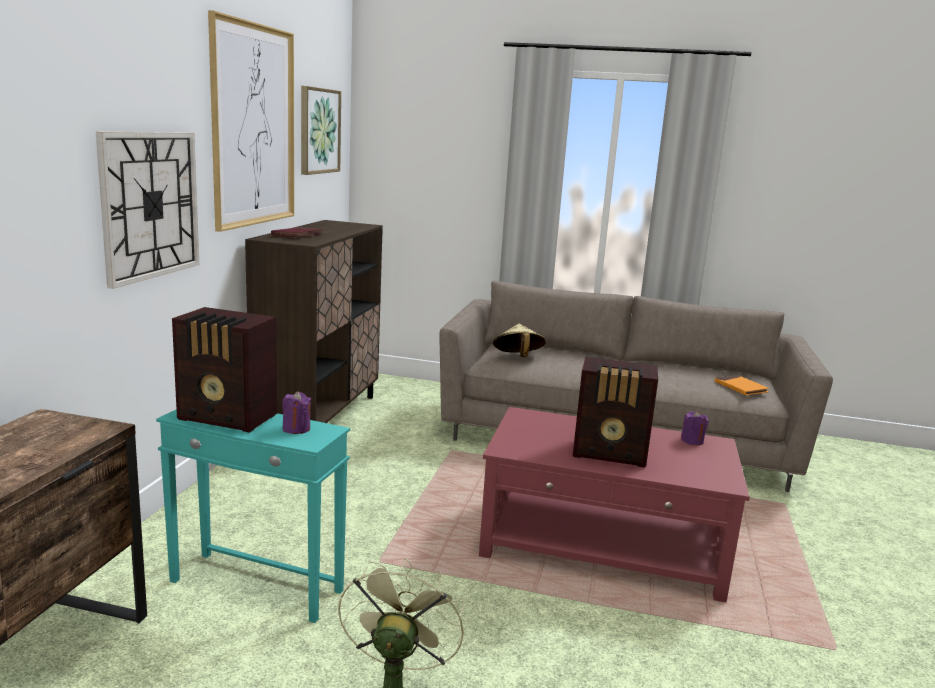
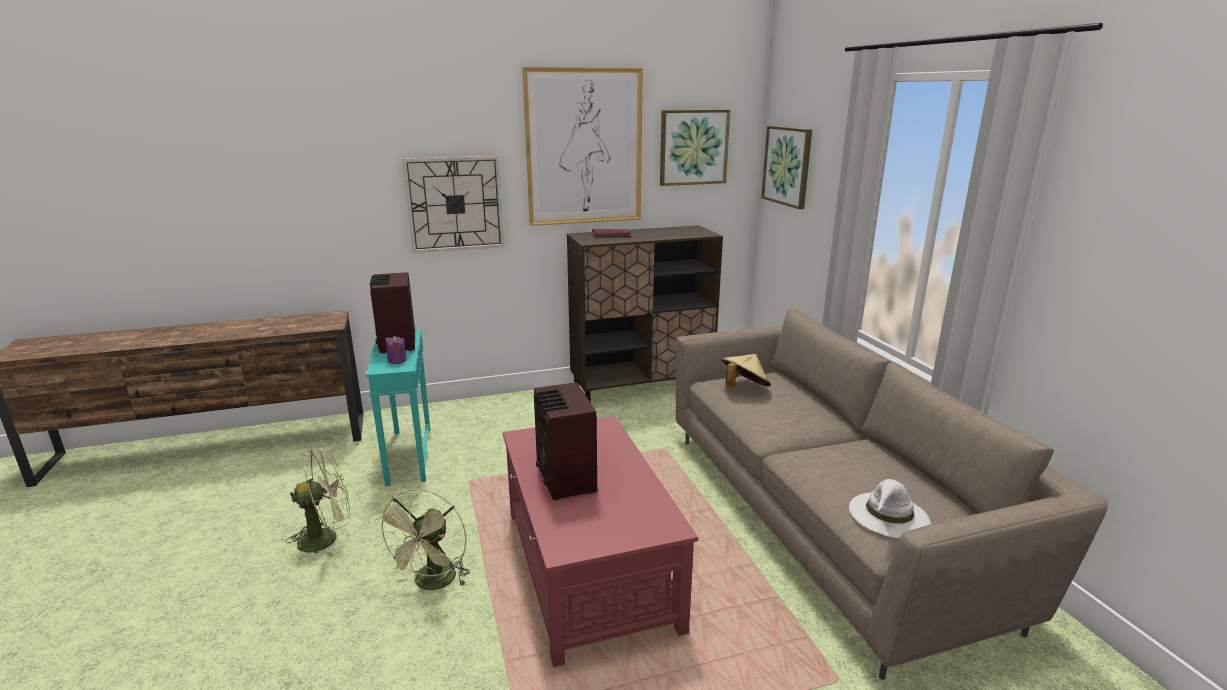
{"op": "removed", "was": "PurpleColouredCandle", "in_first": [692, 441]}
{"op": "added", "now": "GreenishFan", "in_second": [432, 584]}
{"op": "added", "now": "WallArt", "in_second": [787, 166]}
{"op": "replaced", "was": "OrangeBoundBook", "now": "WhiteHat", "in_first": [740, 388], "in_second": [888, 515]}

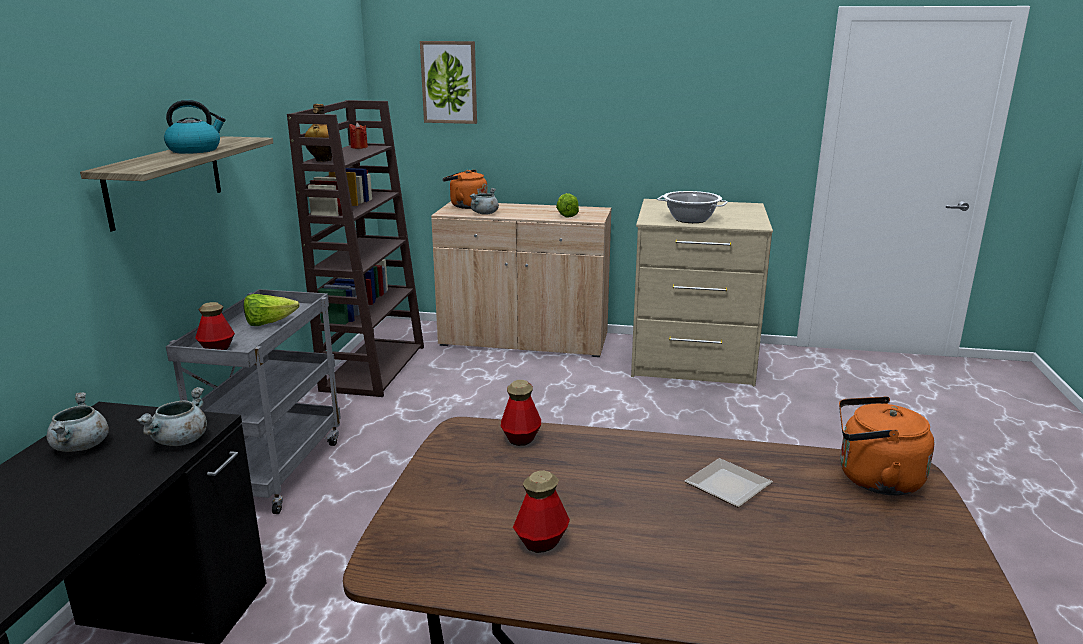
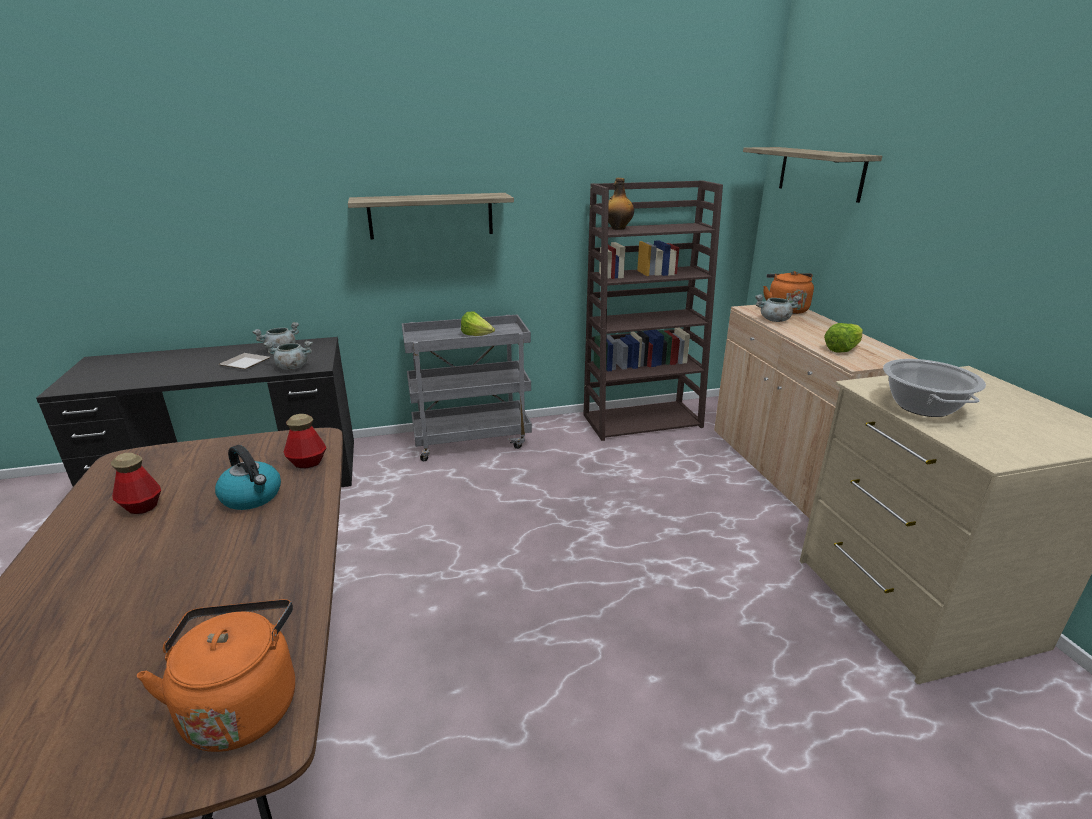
{"op": "removed", "was": "BeverageBottle", "in_first": [217, 348]}
{"op": "removed", "was": "RedColouredCandle", "in_first": [359, 147]}
{"op": "moved", "was": "WaterKettle", "in_first": [195, 150], "in_second": [252, 497]}
{"op": "moved", "was": "FlatDish", "in_first": [731, 486], "in_second": [245, 364]}
{"op": "replaced", "was": "WallArt", "now": "Shelf", "in_first": [449, 82], "in_second": [820, 173]}

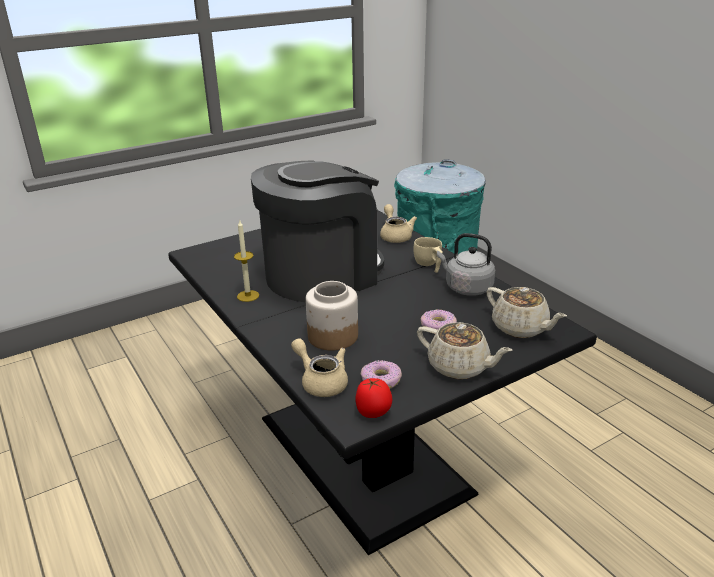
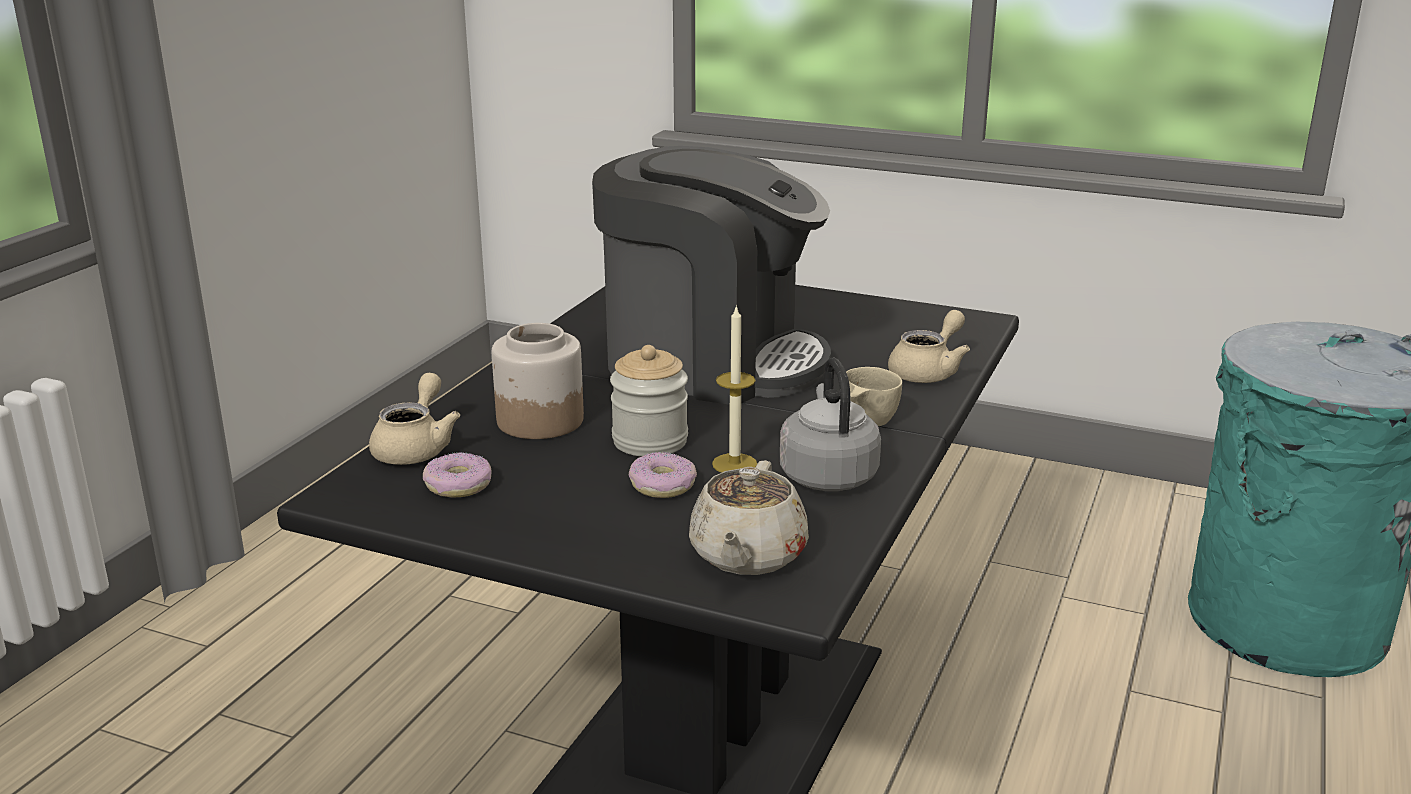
{"op": "removed", "was": "Tomato", "in_first": [373, 413]}
{"op": "removed", "was": "BeigeColouredPotForTea", "in_first": [459, 367]}
{"op": "added", "now": "Jar", "in_second": [650, 441]}
{"op": "moved", "was": "Candle", "in_first": [248, 296], "in_second": [734, 464]}

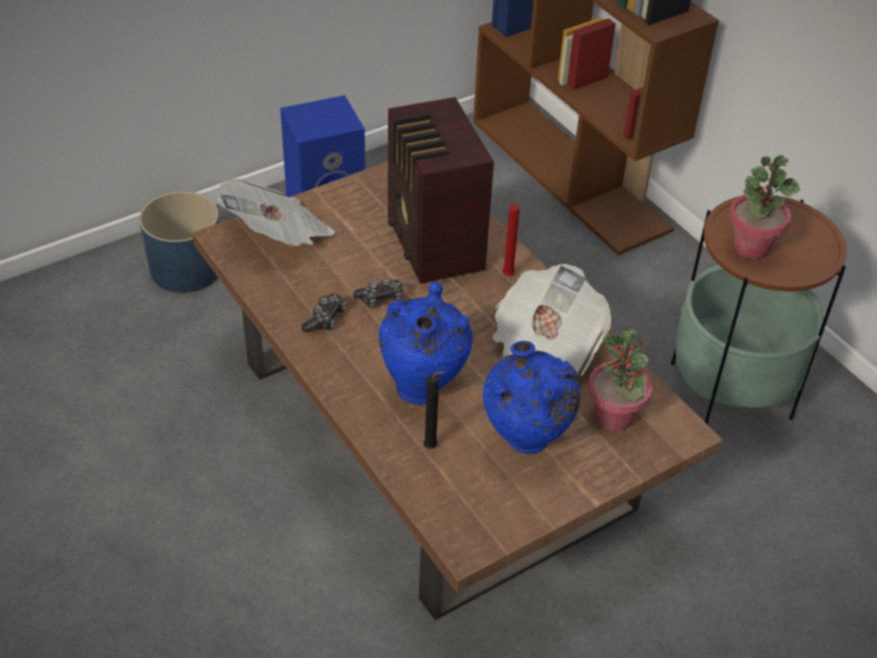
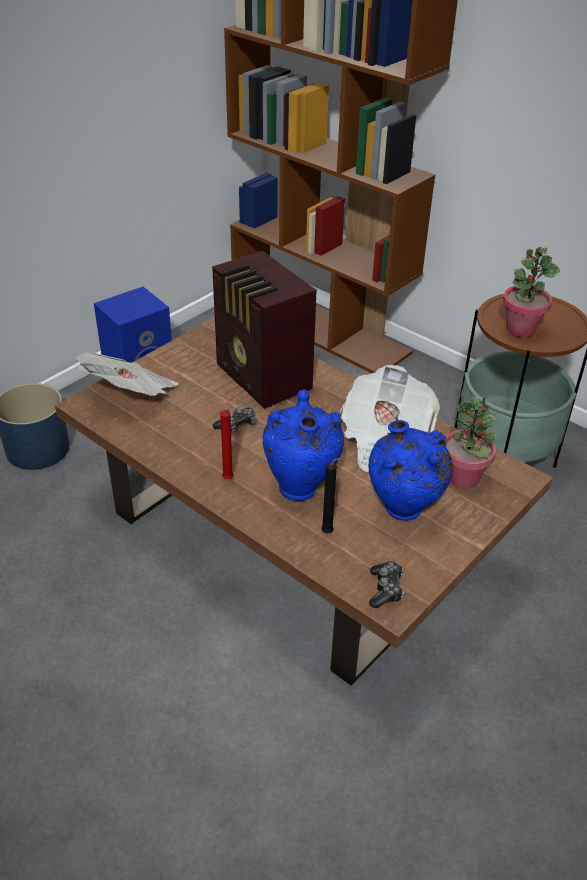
{"op": "moved", "was": "GameController", "in_first": [325, 319], "in_second": [385, 589]}
{"op": "moved", "was": "RedColouredCandle", "in_first": [508, 277], "in_second": [228, 480]}

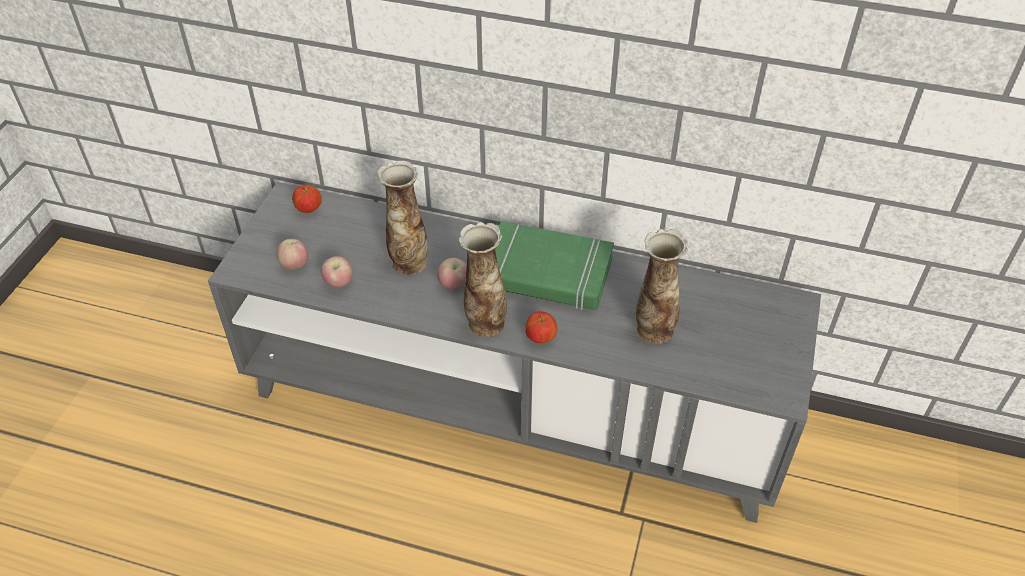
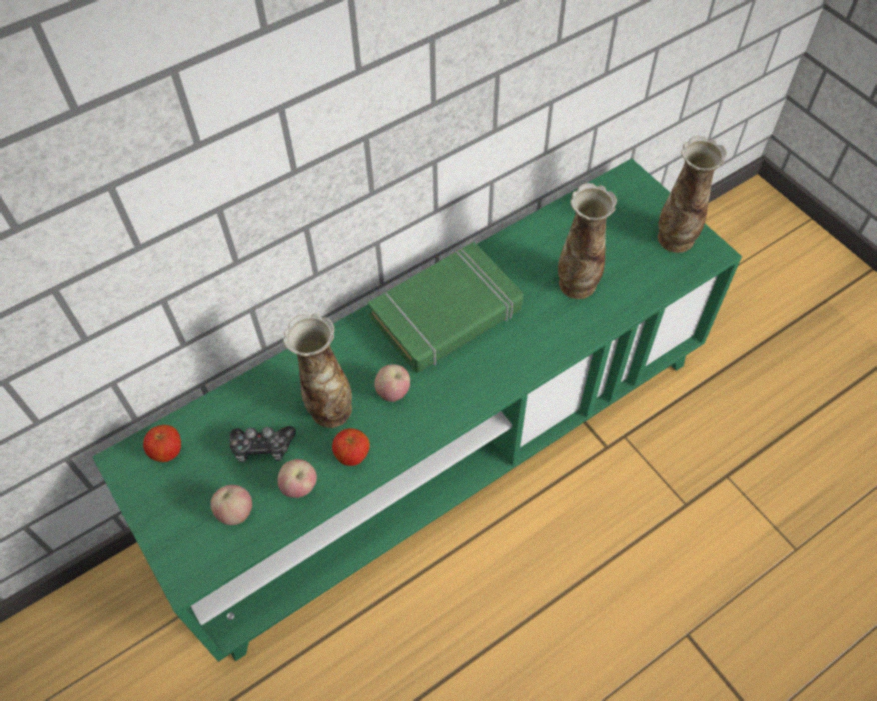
{"op": "added", "now": "GameController", "in_second": [262, 447]}
{"op": "moved", "was": "FlowerVase", "in_first": [485, 323], "in_second": [675, 239]}
{"op": "moved", "was": "Apple", "in_first": [541, 338], "in_second": [352, 455]}
{"op": "recoloured", "was": "GreyishMediaConsole", "now": "GreenishMediaConsole", "in_first": [512, 406], "in_second": [440, 450]}

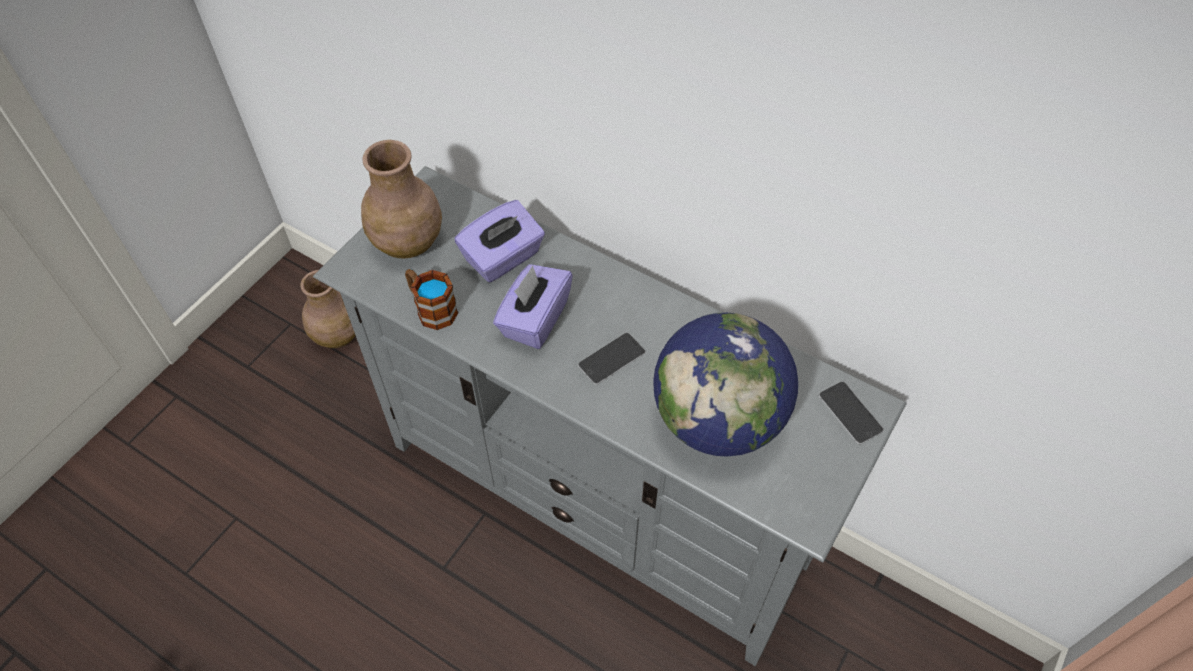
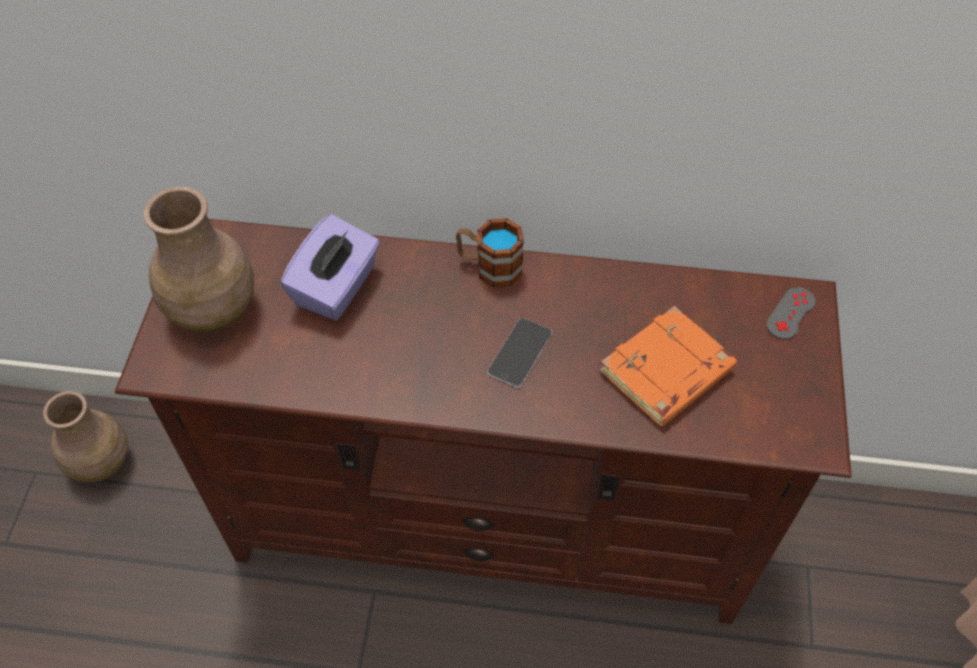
{"op": "removed", "was": "PurpleColouredTissueHolder", "in_first": [534, 319]}
{"op": "moved", "was": "Mug", "in_first": [431, 308], "in_second": [489, 267]}
{"op": "replaced", "was": "WorldGlobe", "now": "OrangeBoundBook", "in_first": [717, 419], "in_second": [666, 373]}
{"op": "replaced", "was": "Handset", "now": "GreyishGameController", "in_first": [850, 412], "in_second": [790, 313]}
{"op": "recoloured", "was": "GreyishMediaConsole", "now": "BrownishMediaConsole", "in_first": [598, 500], "in_second": [490, 523]}

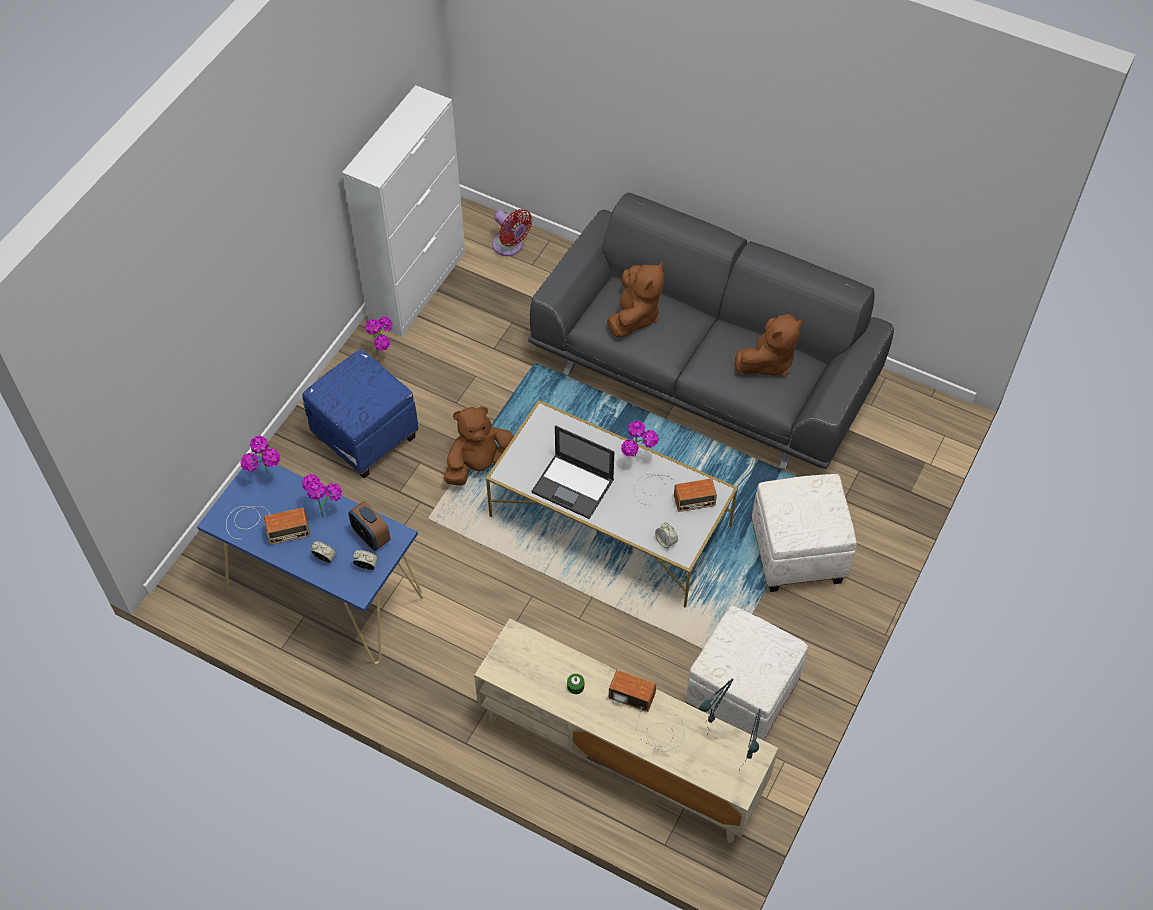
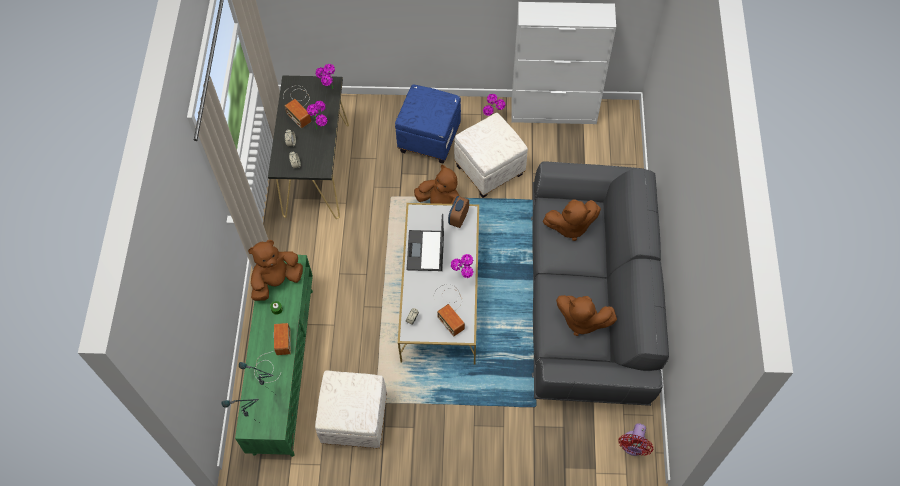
{"op": "added", "now": "BrownishSoftToy", "in_second": [276, 281]}
{"op": "moved", "was": "AlarmClock", "in_first": [371, 537], "in_second": [458, 218]}
{"op": "moved", "was": "RedColouredFan", "in_first": [510, 246], "in_second": [633, 446]}
{"op": "moved", "was": "WhiteOttoman", "in_first": [796, 553], "in_second": [489, 169]}
{"op": "recoloured", "was": "BlueColouredHallTable", "now": "BlackishHallTable", "in_first": [323, 591], "in_second": [316, 169]}
{"op": "recoloured", "was": "BeigeColouredMediaConsole", "now": "GreenishMediaConsole", "in_first": [620, 755], "in_second": [283, 368]}

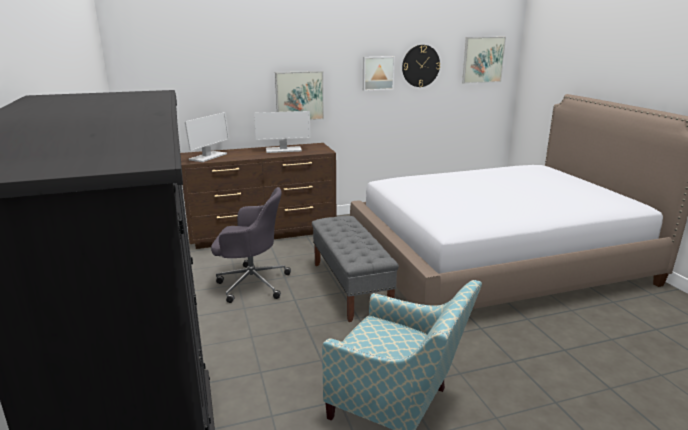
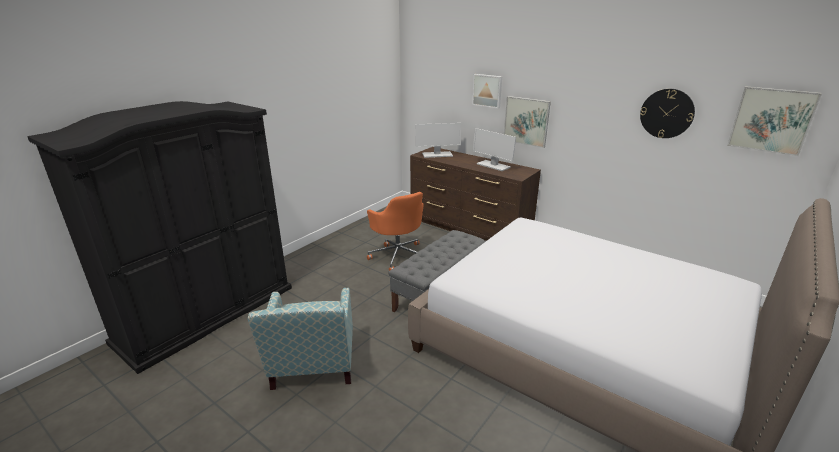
{"op": "moved", "was": "WallArt", "in_first": [377, 73], "in_second": [487, 90]}
{"op": "recoloured", "was": "GreyishDeskChair", "now": "OrangeDeskChair", "in_first": [251, 283], "in_second": [398, 256]}

